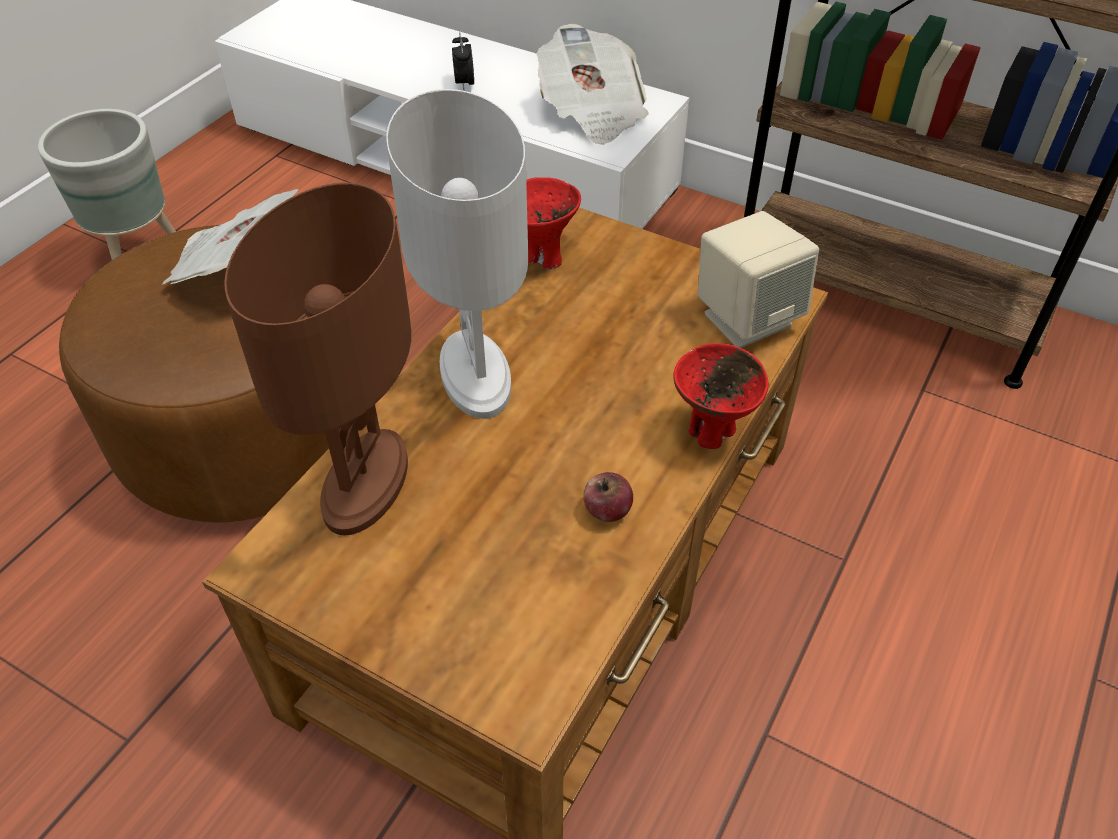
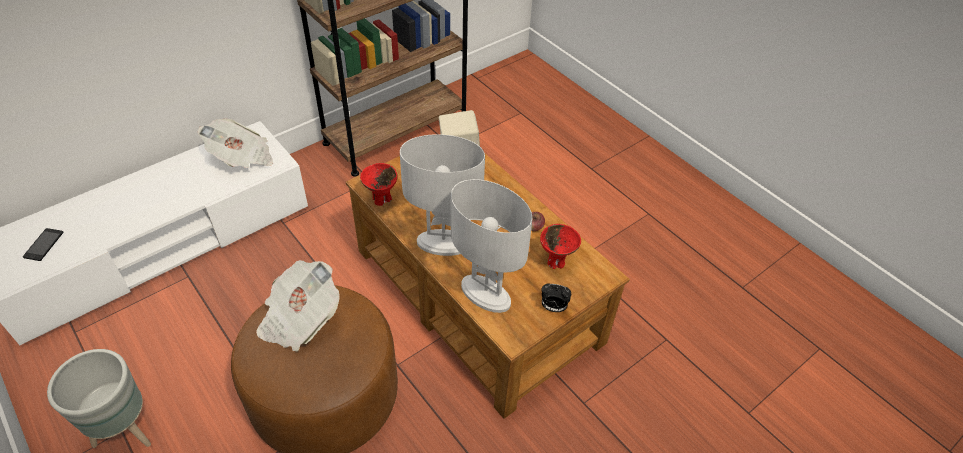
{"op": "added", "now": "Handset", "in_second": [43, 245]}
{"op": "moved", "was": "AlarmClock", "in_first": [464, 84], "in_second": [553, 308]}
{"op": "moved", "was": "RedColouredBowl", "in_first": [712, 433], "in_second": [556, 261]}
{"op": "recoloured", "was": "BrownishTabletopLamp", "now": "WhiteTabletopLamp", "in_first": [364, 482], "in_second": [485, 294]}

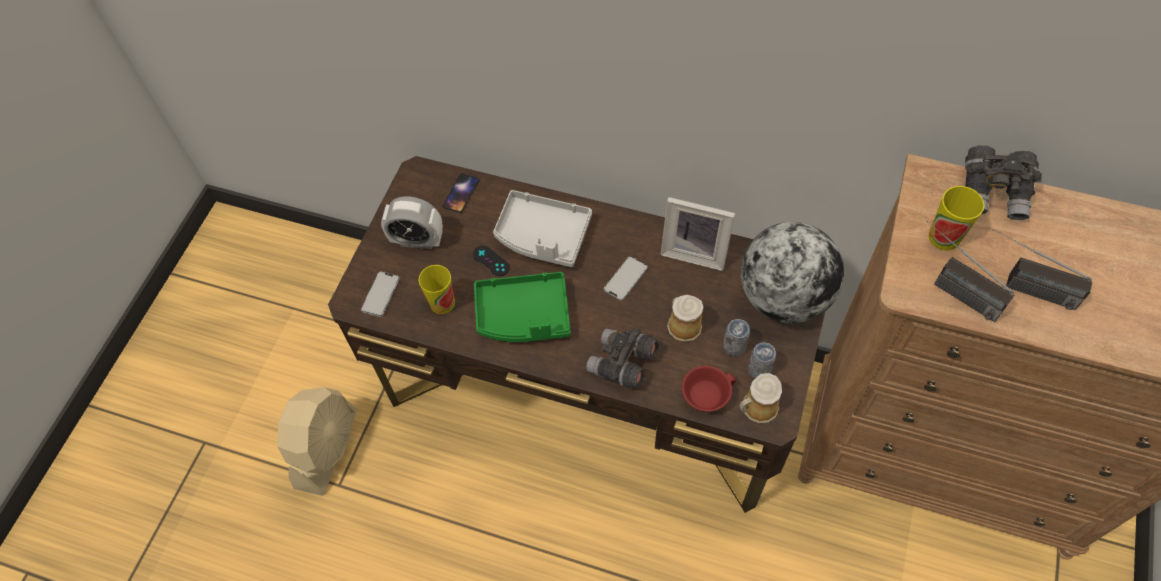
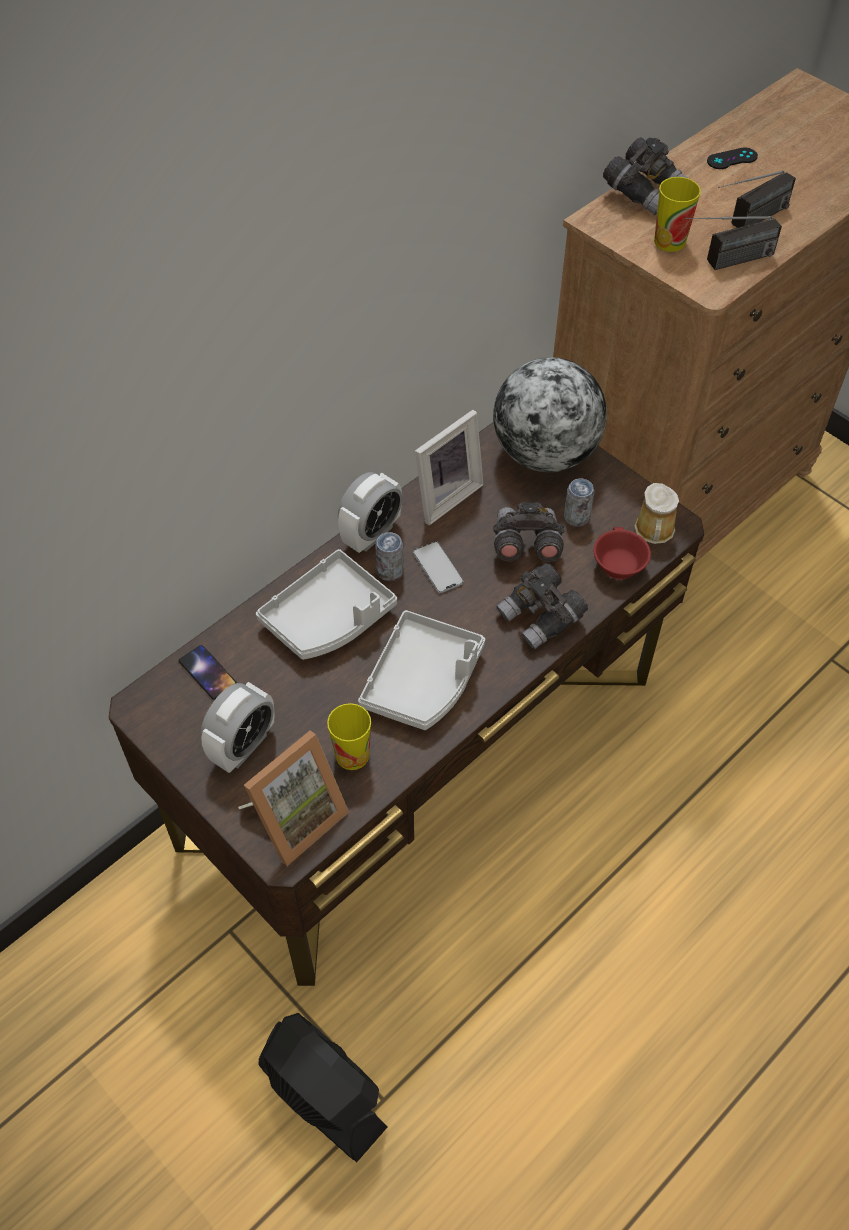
{"op": "added", "now": "AlarmClock", "in_second": [371, 534]}
{"op": "moved", "was": "BlackishGameController", "in_first": [491, 261], "in_second": [732, 159]}
{"op": "moved", "was": "SealedCan", "in_first": [759, 370], "in_second": [390, 571]}
{"op": "replaced", "was": "Handset", "now": "PictureFrame", "in_first": [380, 294], "in_second": [295, 817]}
{"op": "replaced", "was": "Mug", "now": "GreyishPairOfBinoculars", "in_first": [683, 325], "in_second": [525, 546]}
{"op": "recoloured", "was": "BeigeColouredFan", "now": "BlackishFan", "in_first": [327, 448], "in_second": [322, 1095]}
{"op": "recoloured", "was": "GreenishServingTray", "now": "GreyishServingTray", "in_first": [523, 315], "in_second": [423, 680]}

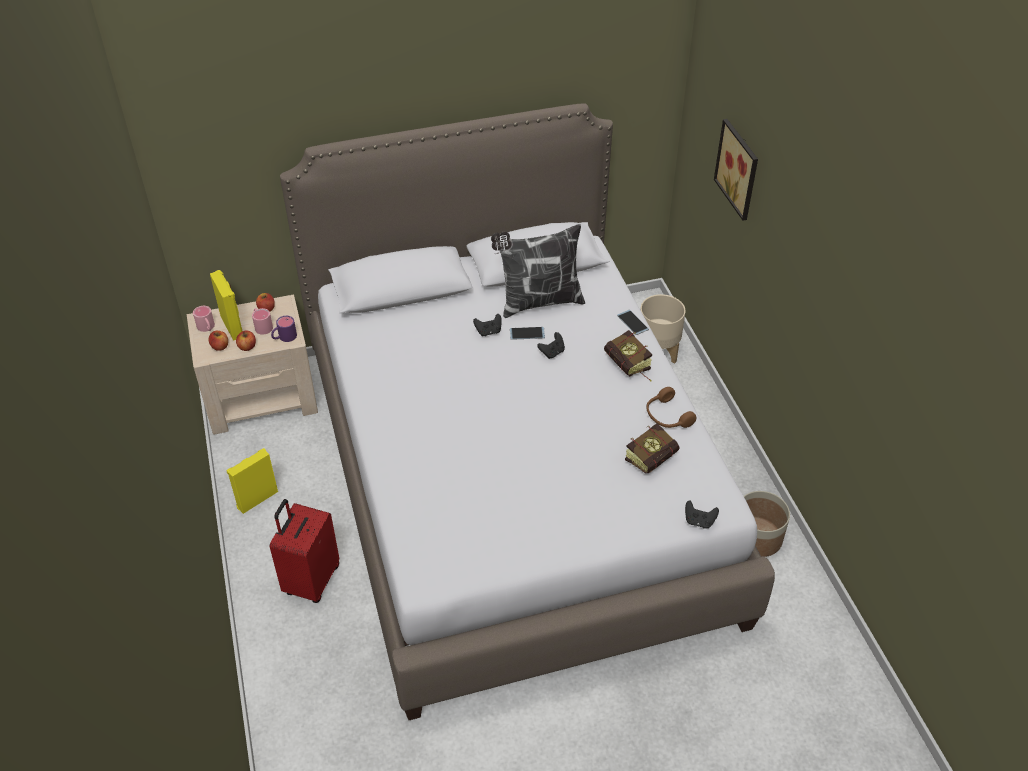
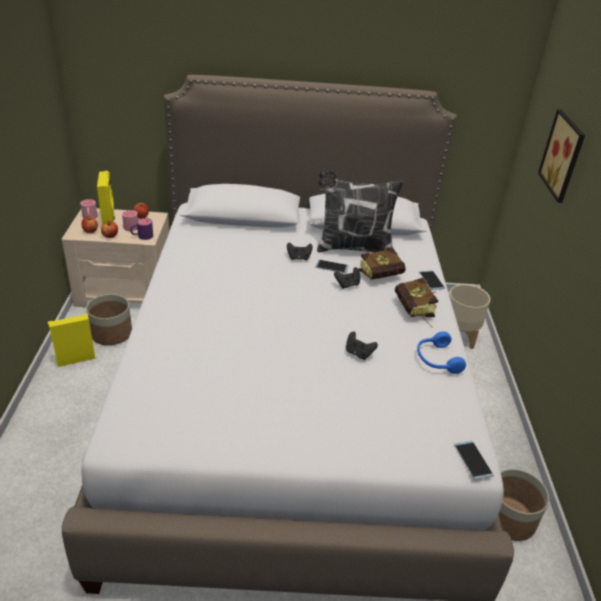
{"op": "removed", "was": "RedColouredTravelCase", "in_first": [311, 580]}
{"op": "added", "now": "FlowerPot", "in_second": [112, 333]}
{"op": "added", "now": "Handset", "in_second": [473, 460]}
{"op": "moved", "was": "BoundBook", "in_first": [654, 457], "in_second": [384, 276]}
{"op": "moved", "was": "BlackishGameController", "in_first": [699, 521], "in_second": [358, 353]}
{"op": "recoloured", "was": "BrownishPairOfHeadphones", "now": "BlueColouredPairOfHeadphones", "in_first": [666, 416], "in_second": [436, 359]}

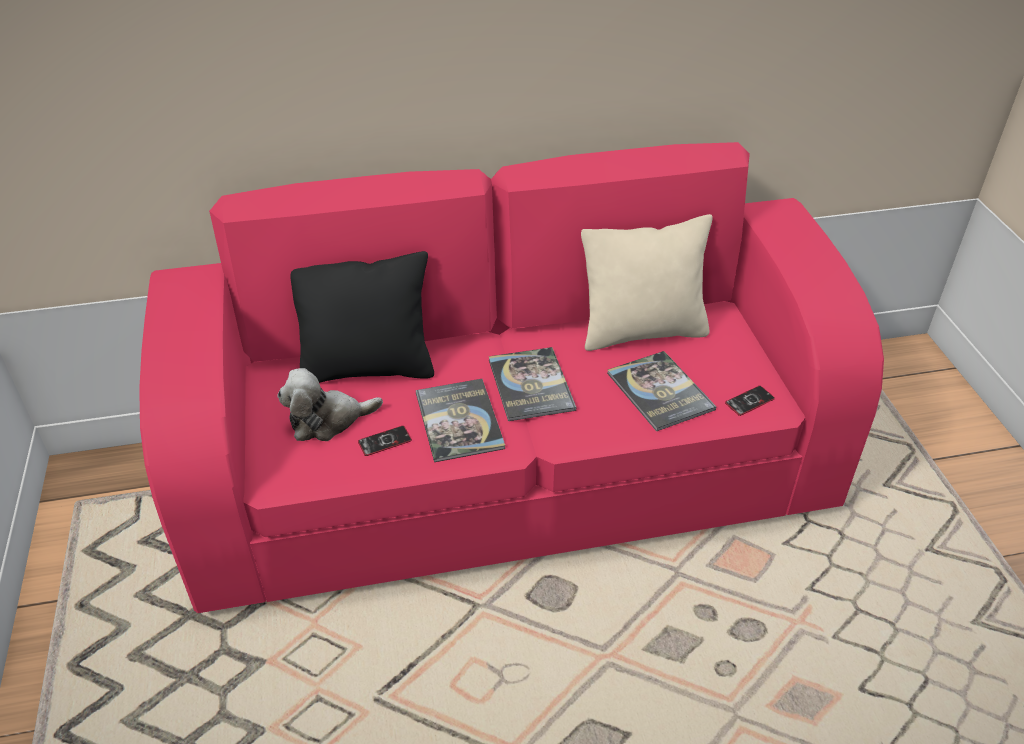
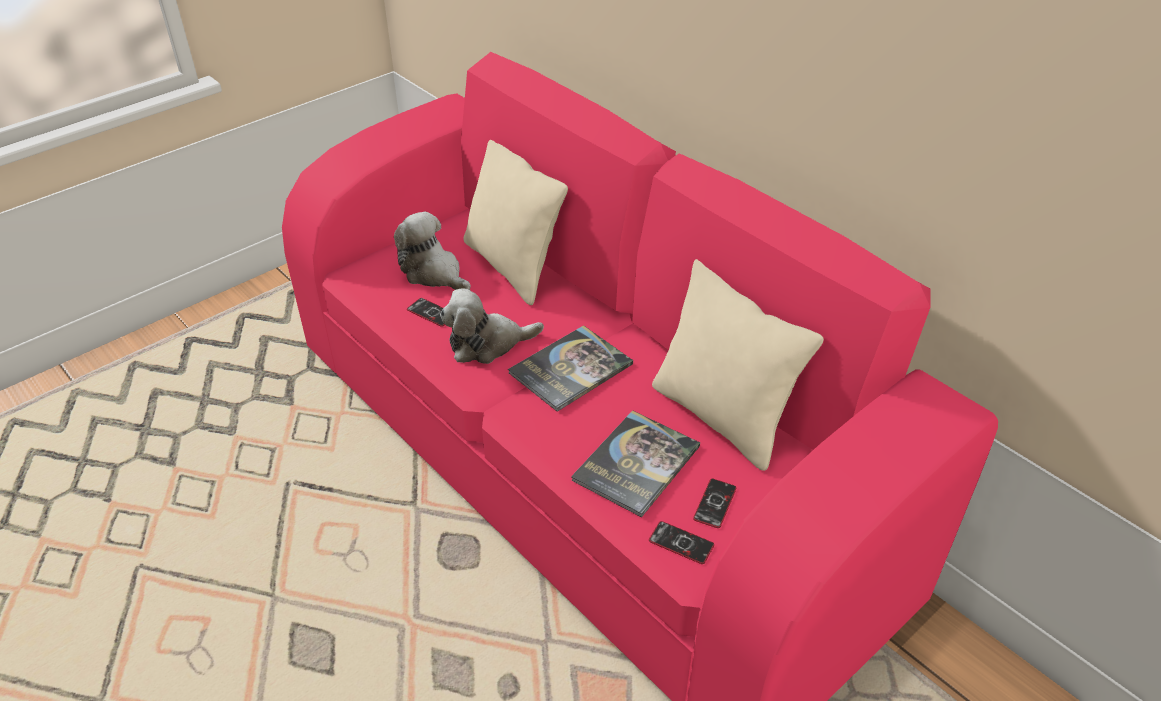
{"op": "added", "now": "Handset", "in_second": [714, 504]}
{"op": "replaced", "was": "BoundBook", "now": "SoftToy", "in_first": [459, 421], "in_second": [487, 344]}
{"op": "recoloured", "was": "BlackishThrowPillow", "now": "BeigeColouredThrowPillow", "in_first": [368, 368], "in_second": [513, 266]}

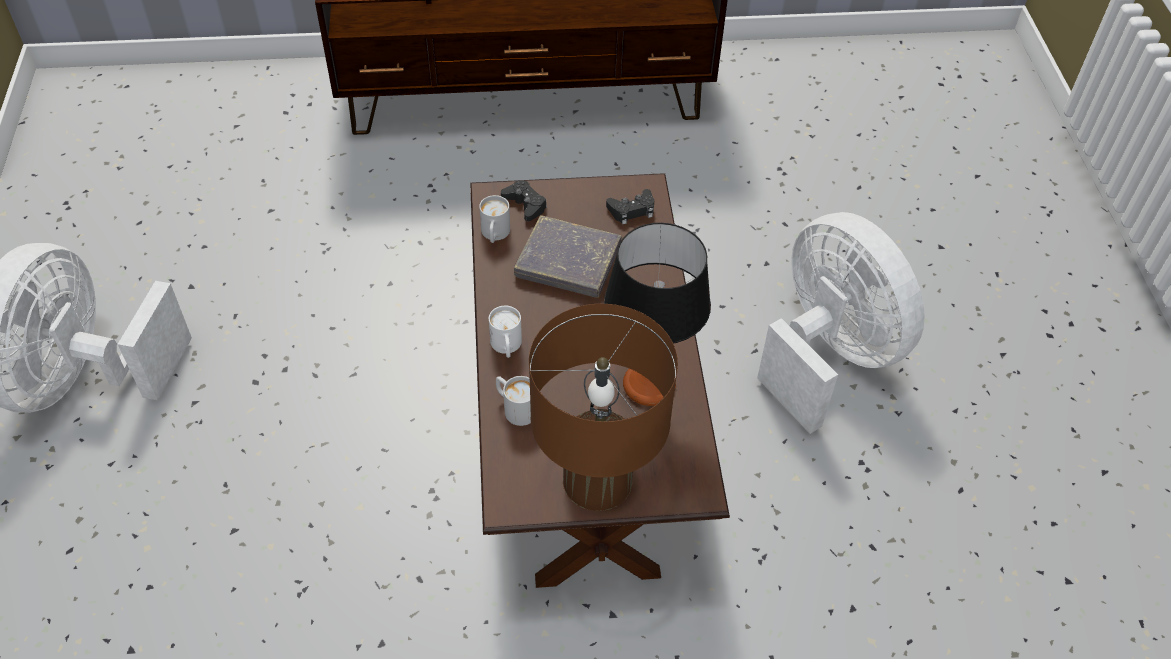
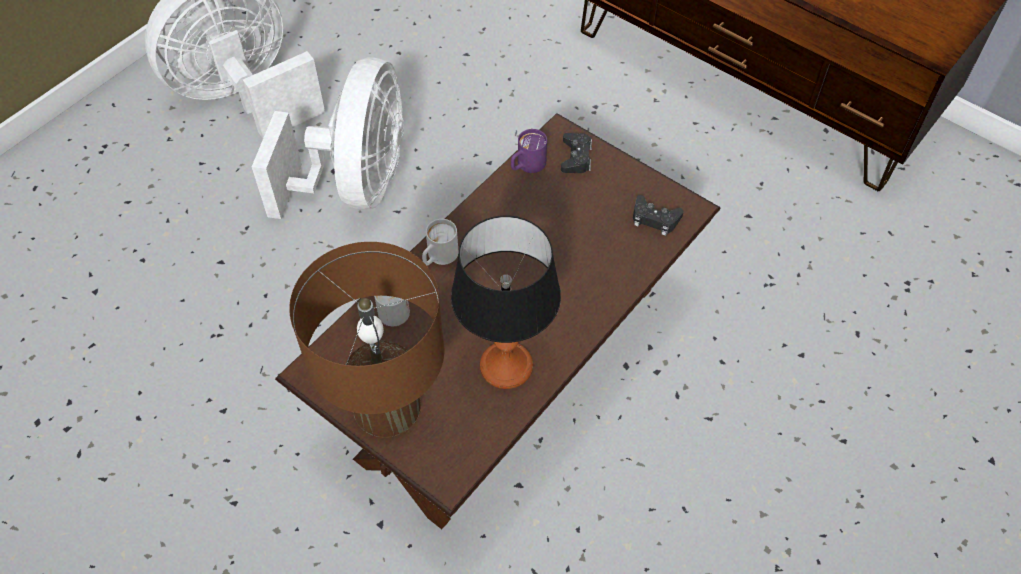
{"op": "removed", "was": "GreyishBoundBook", "in_first": [568, 262]}
{"op": "moved", "was": "WhiteFan", "in_first": [827, 355], "in_second": [357, 184]}
{"op": "recoloured", "was": "WhiteMug", "now": "PurpleColouredMug", "in_first": [494, 235], "in_second": [526, 166]}

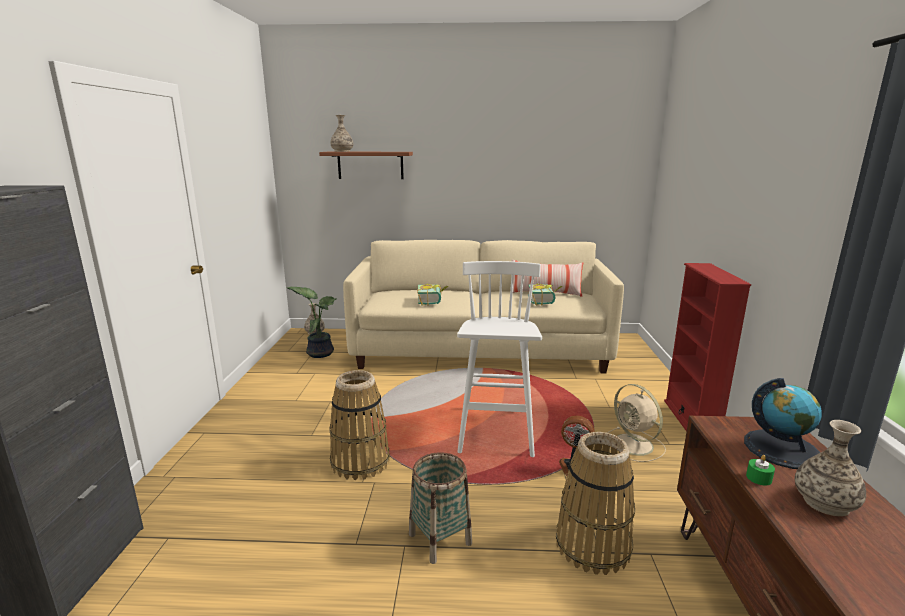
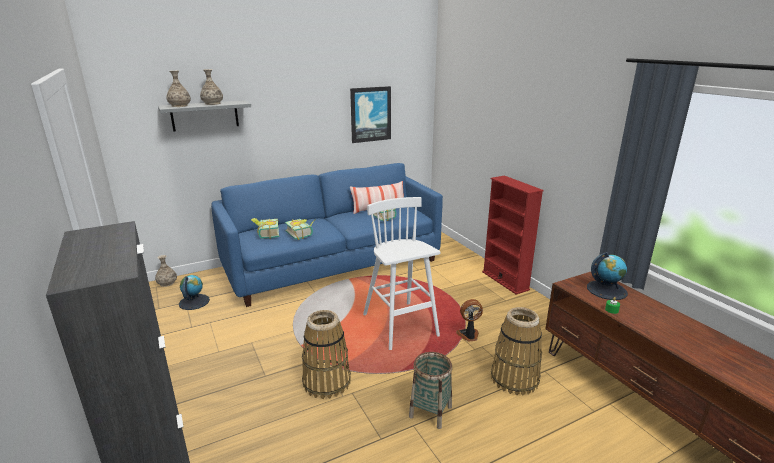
{"op": "removed", "was": "BeigeColouredFan", "in_first": [634, 445]}
{"op": "added", "now": "BoundBook", "in_second": [266, 235]}
{"op": "added", "now": "WallArt", "in_second": [370, 114]}
{"op": "moved", "was": "FlowerVase", "in_first": [825, 502], "in_second": [212, 103]}
{"op": "replaced", "was": "PlantInAPot", "now": "WorldGlobe", "in_first": [320, 353], "in_second": [194, 302]}
{"op": "recoloured", "was": "BrownishShelf", "now": "GreyishShelf", "in_first": [370, 165], "in_second": [205, 115]}
{"op": "recoloured", "was": "BeigeColouredCouch", "now": "BlueColouredCouch", "in_first": [480, 351], "in_second": [333, 264]}

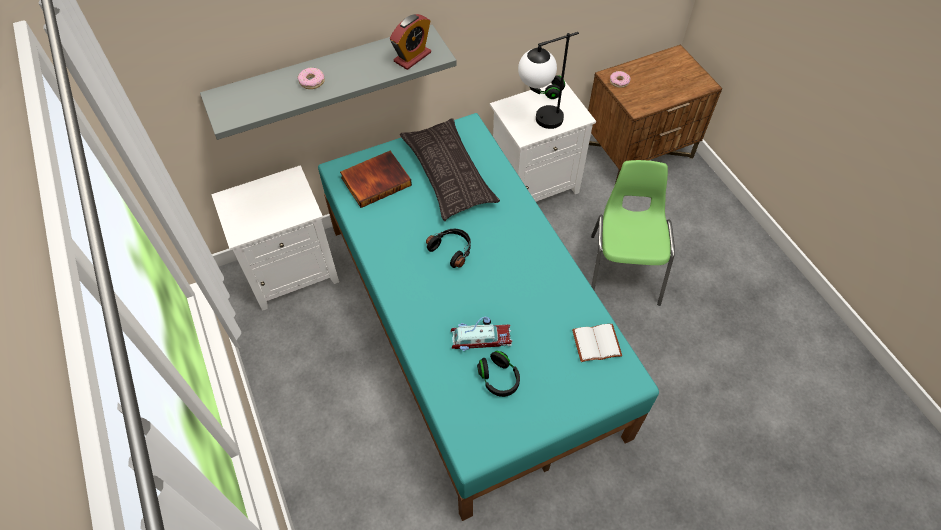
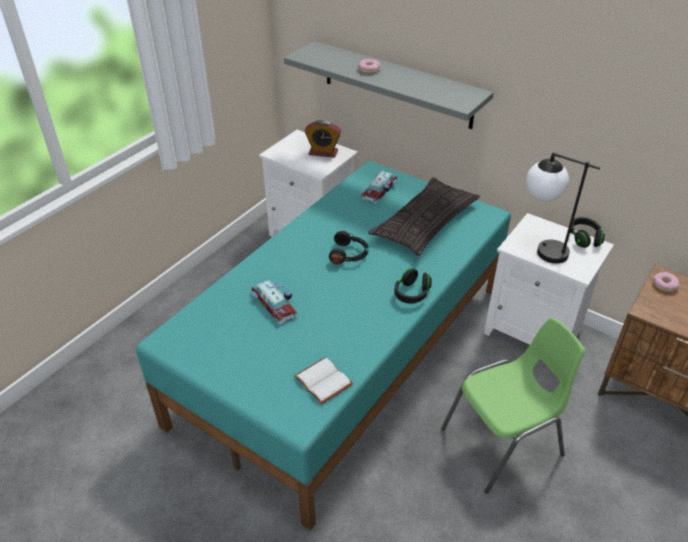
{"op": "moved", "was": "AlarmClock", "in_first": [412, 57], "in_second": [323, 152]}
{"op": "moved", "was": "BlackishPairOfHeadphones", "in_first": [498, 378], "in_second": [412, 293]}
{"op": "replaced", "was": "BoundBook", "now": "MiniatureCar", "in_first": [376, 180], "in_second": [380, 190]}

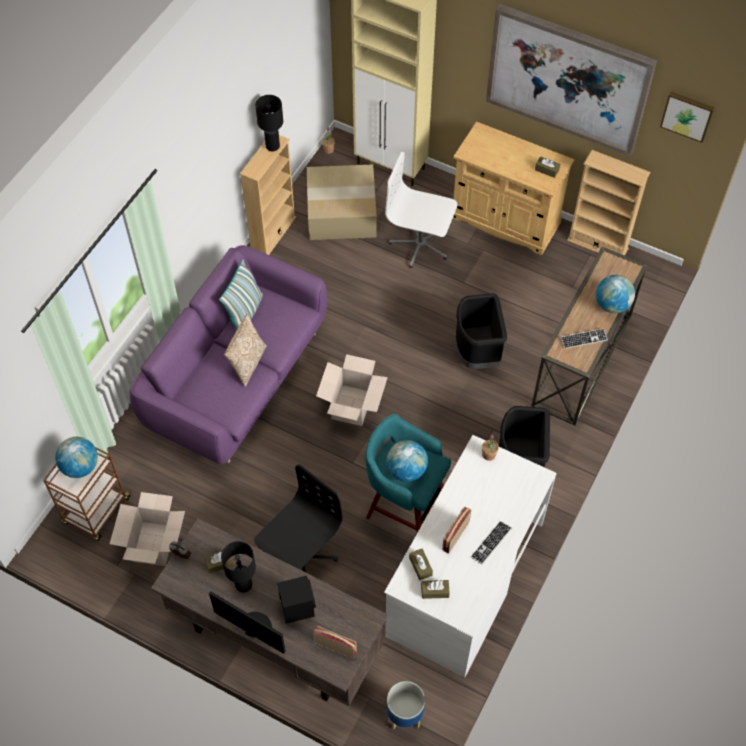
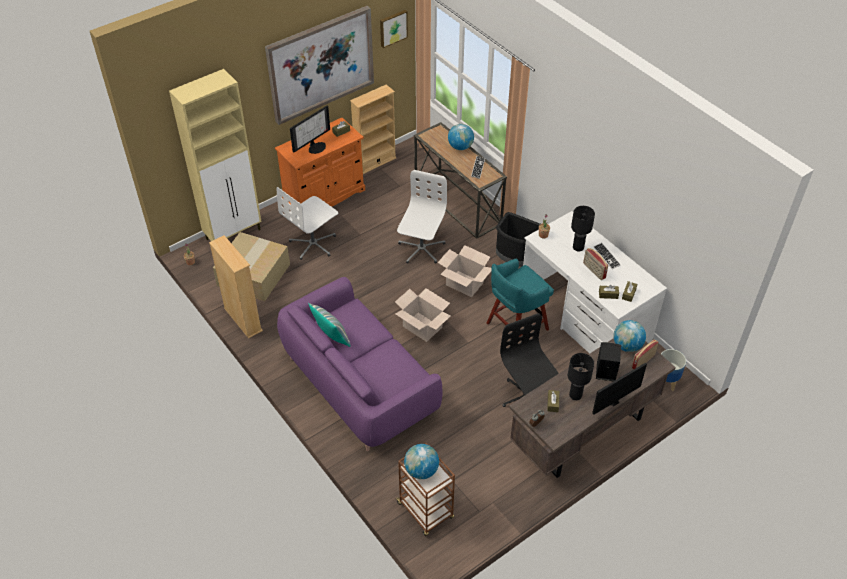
{"op": "removed", "was": "ThrowPillow", "in_first": [247, 363]}
{"op": "added", "now": "ComputerDisplay", "in_second": [316, 147]}
{"op": "moved", "was": "Carton", "in_first": [154, 544], "in_second": [465, 283]}
{"op": "moved", "was": "BlackishTabletopLamp", "in_first": [272, 146], "in_second": [578, 247]}
{"op": "moved", "was": "WorldGlobe", "in_first": [406, 470], "in_second": [627, 346]}
{"op": "replaced", "was": "BlackishWasteBin", "now": "WhiteDeskChair", "in_first": [477, 353], "in_second": [421, 249]}
{"op": "recoloured", "was": "BeigeColouredCupboard", "now": "OrangeCupboard", "in_first": [505, 220], "in_second": [324, 196]}

